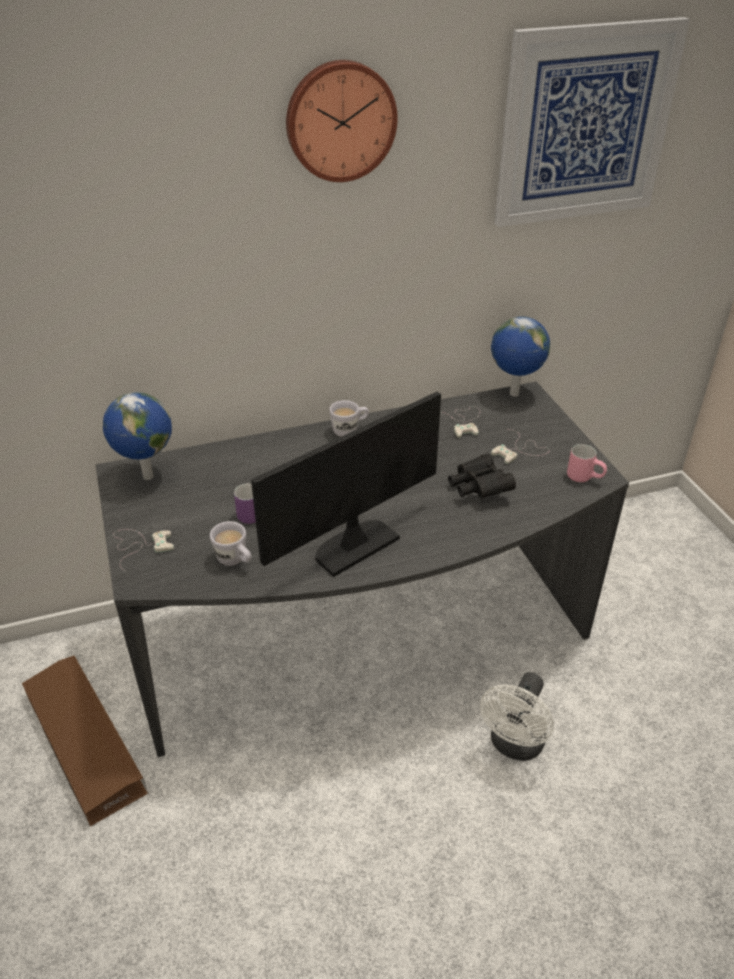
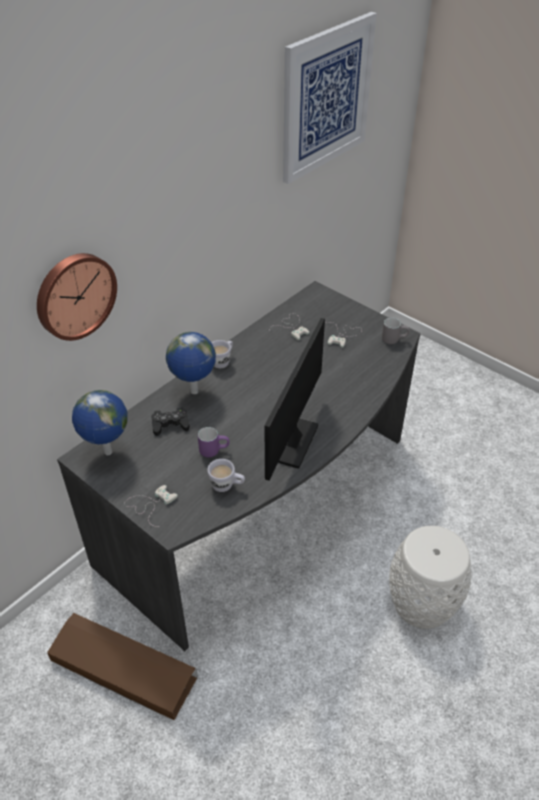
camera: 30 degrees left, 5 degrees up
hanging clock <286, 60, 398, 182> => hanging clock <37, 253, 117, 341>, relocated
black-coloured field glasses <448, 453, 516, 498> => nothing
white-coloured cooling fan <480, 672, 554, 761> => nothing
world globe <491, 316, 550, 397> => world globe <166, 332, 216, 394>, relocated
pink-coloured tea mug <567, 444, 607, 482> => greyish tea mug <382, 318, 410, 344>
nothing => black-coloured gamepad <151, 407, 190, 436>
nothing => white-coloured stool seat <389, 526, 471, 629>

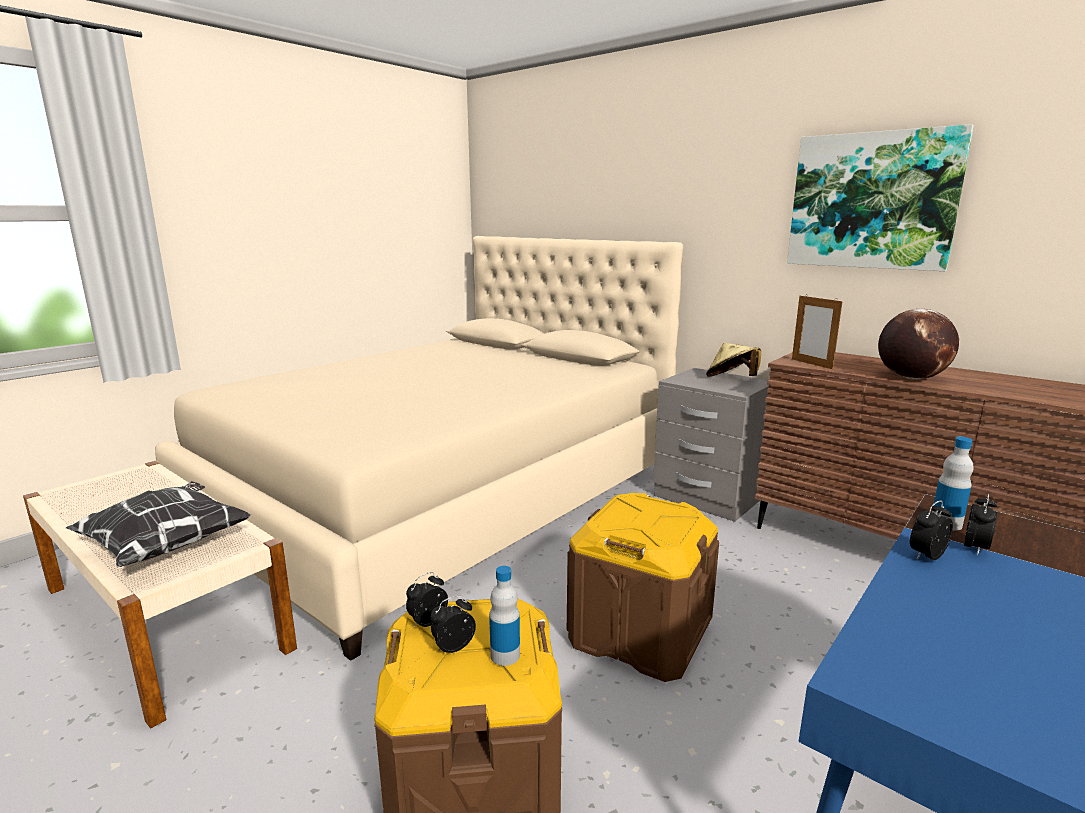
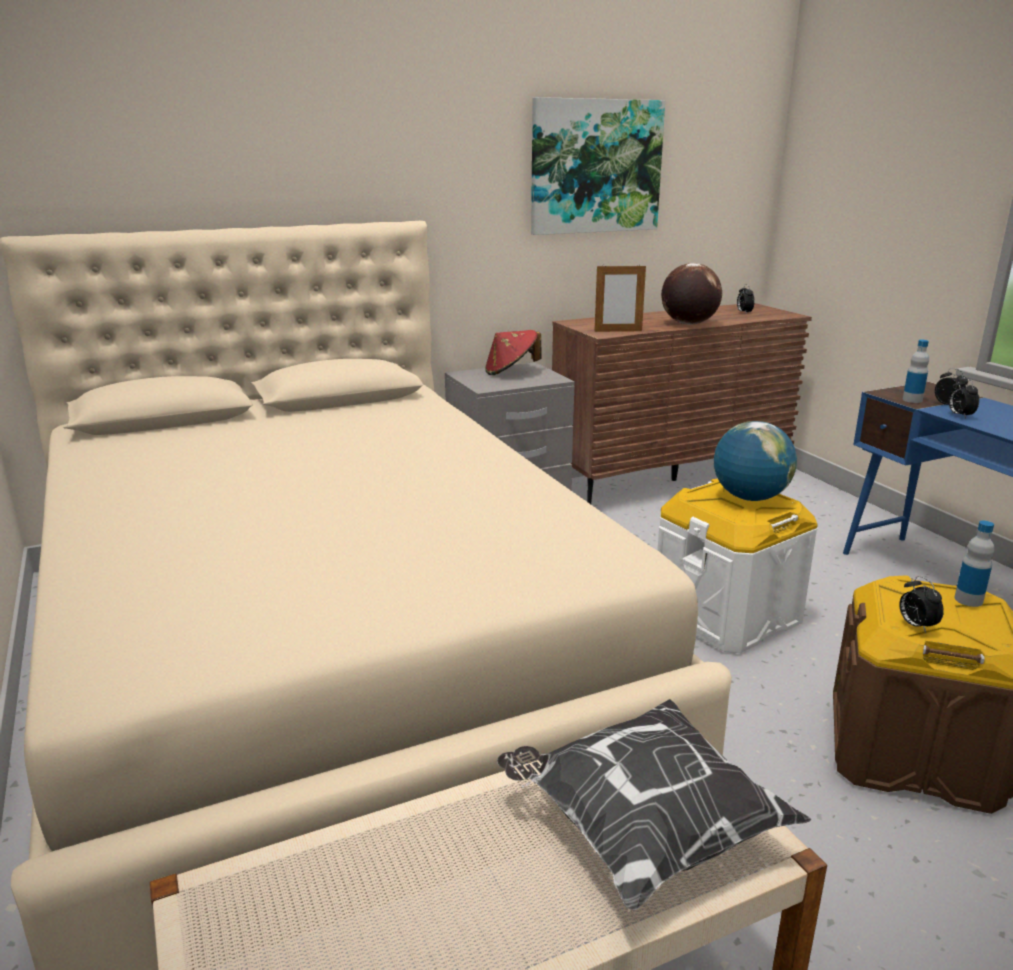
camera: 65 degrees left, 5 degrees up
table clock <431, 595, 476, 653> => table clock <737, 285, 755, 314>, relocated
brown storage box <567, 493, 719, 682> => white-coloured storage box <657, 479, 818, 653>
sand-coloured wearable hat <706, 343, 761, 377> => red wearable hat <485, 330, 541, 375>
nothing => world globe <713, 421, 797, 501>

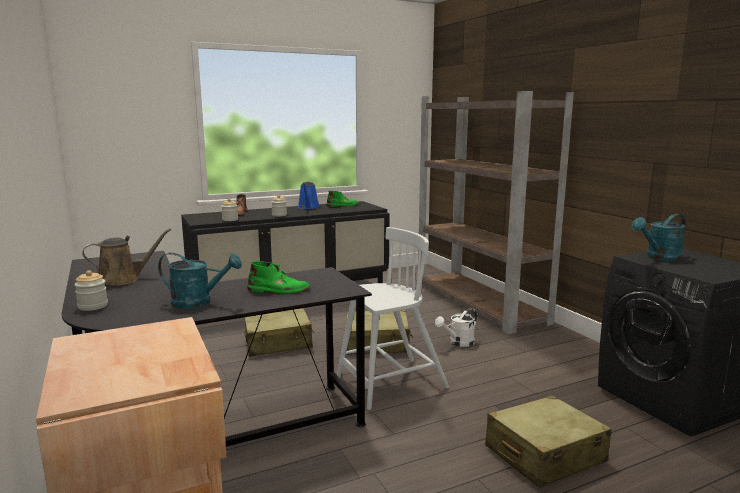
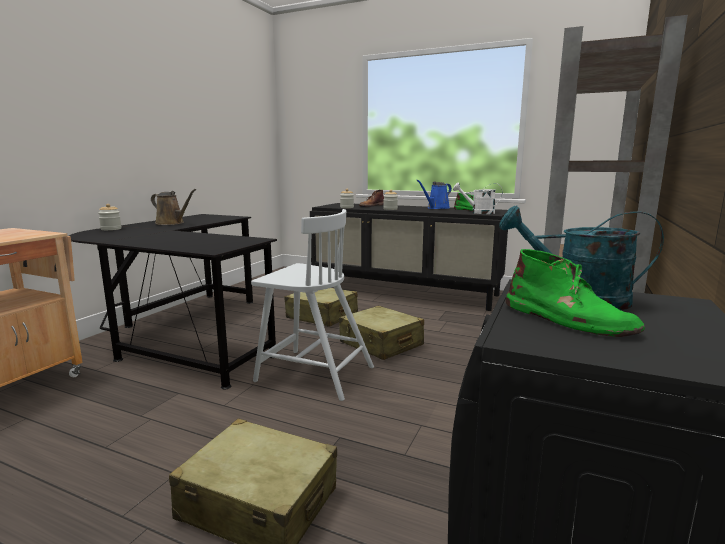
camera: 50 degrees right, 0 degrees up
turquoise-coloured watering can <158, 253, 242, 309> => nothing
green boot <247, 261, 310, 294> => green boot <506, 249, 645, 337>, relocated
white-coloured watering can <435, 308, 477, 347> => white-coloured watering can <453, 182, 502, 214>, relocated

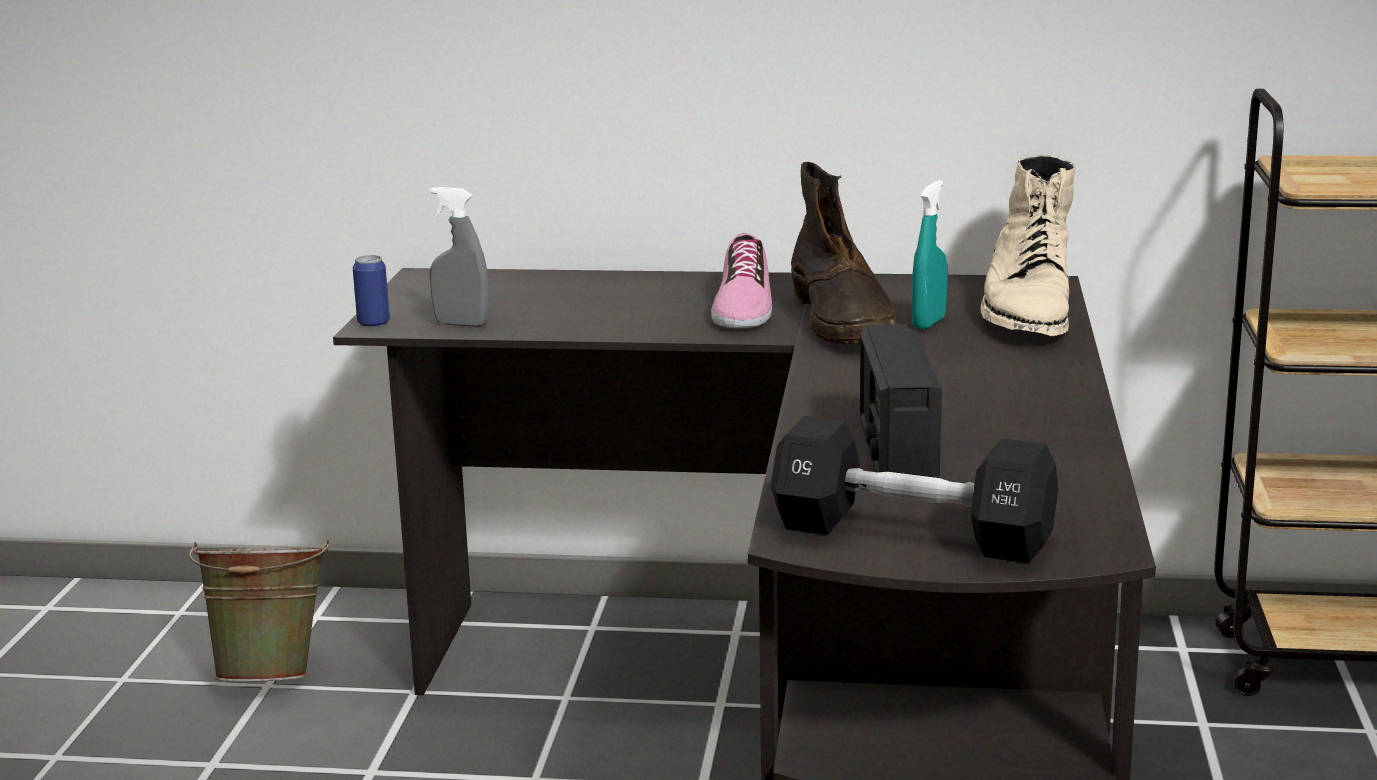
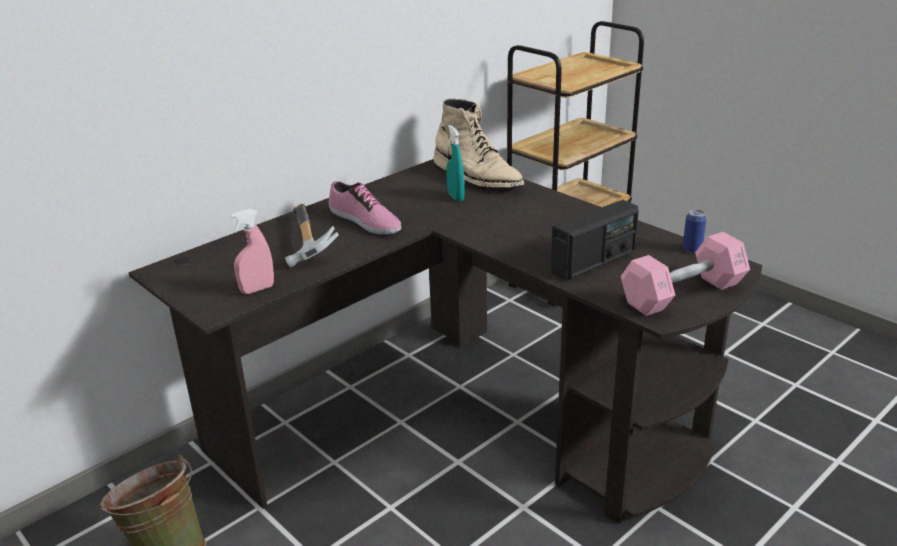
camera: 50 degrees left, 10 degrees up
sealed can <353, 255, 390, 327> => sealed can <683, 209, 707, 253>, relocated
greyish spray bottle <429, 187, 489, 327> => pink-coloured spray bottle <230, 209, 274, 294>
black-coloured dumbbell <771, 416, 1058, 563> => pink-coloured dumbbell <621, 232, 750, 316>
brown boot <791, 162, 898, 344> => nothing
radio <860, 324, 942, 478> => radio <551, 200, 639, 281>, 75 degrees counterclockwise
nothing => hammer <285, 204, 339, 267>

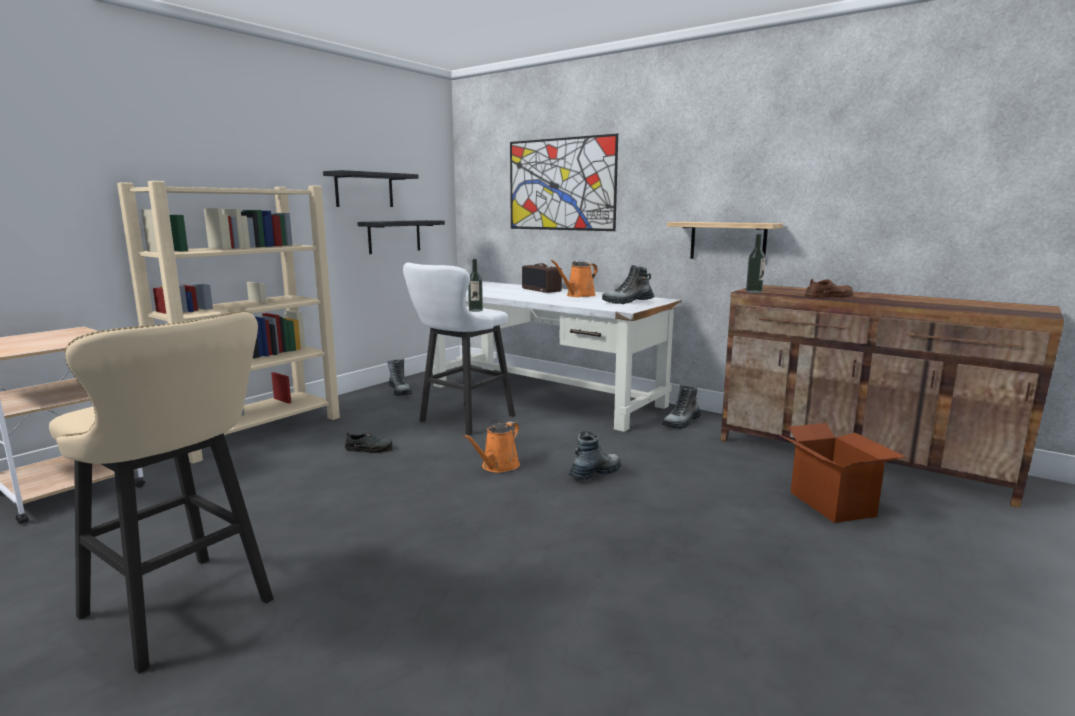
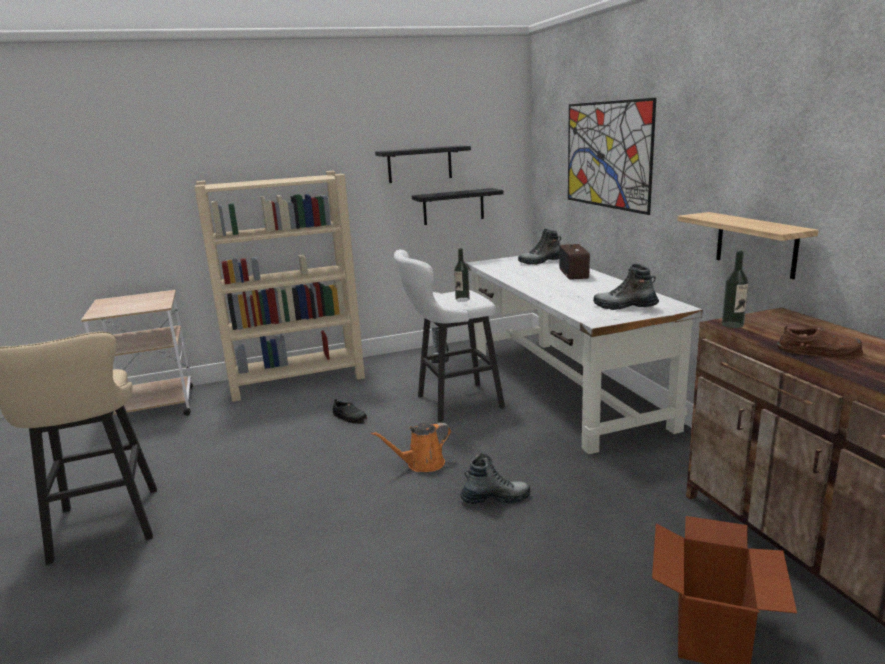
camera: 35 degrees right, 5 degrees up
orange watering can <551, 260, 598, 297> => nothing
boot <662, 385, 701, 429> => boot <518, 229, 561, 265>, relocated

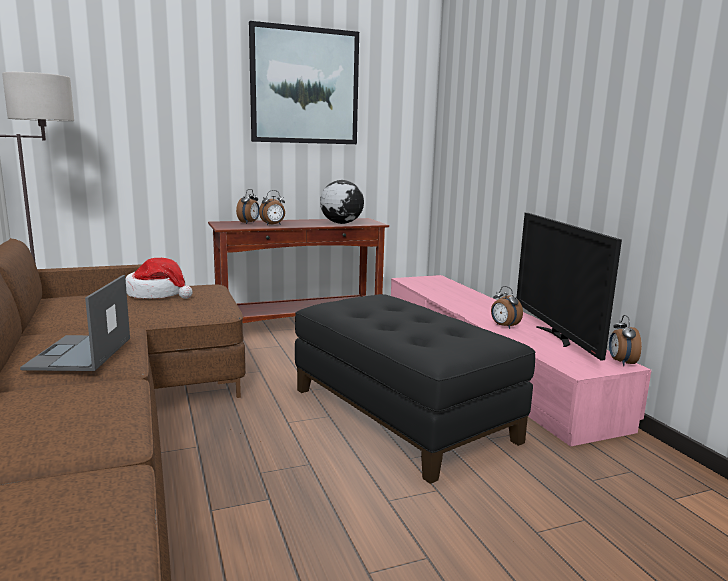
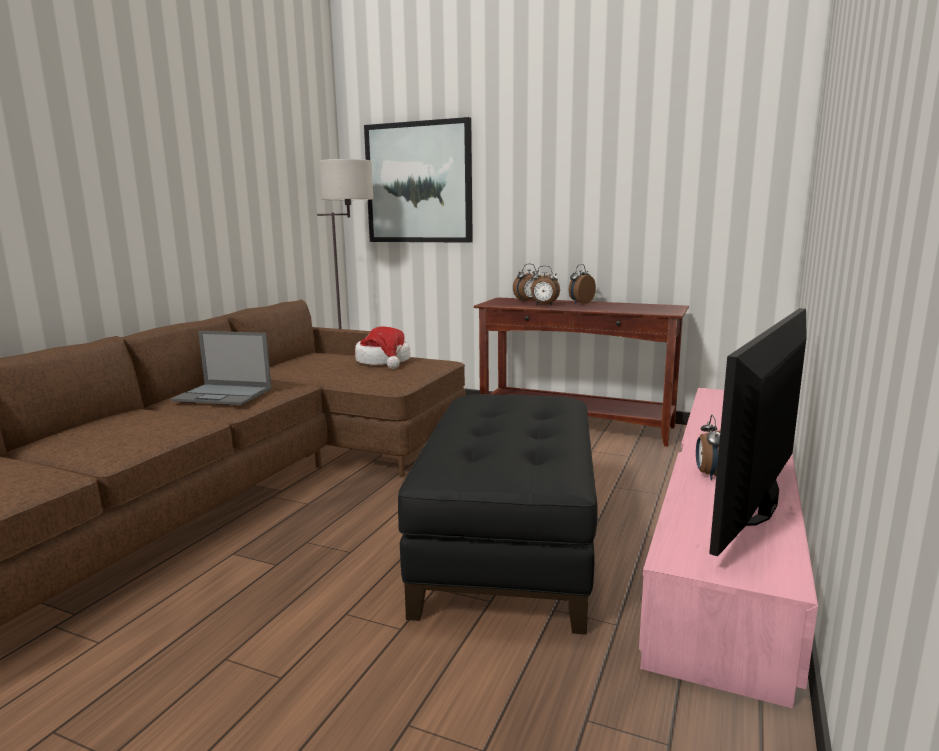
camera: 45 degrees right, 0 degrees up
portable computer <20, 275, 130, 371> => portable computer <170, 331, 272, 405>, 120 degrees counterclockwise
picture <249, 21, 359, 144> => picture <364, 117, 473, 243>, relocated
world globe <320, 180, 364, 224> => nothing
table clock <609, 315, 642, 366> => table clock <568, 264, 596, 304>, relocated

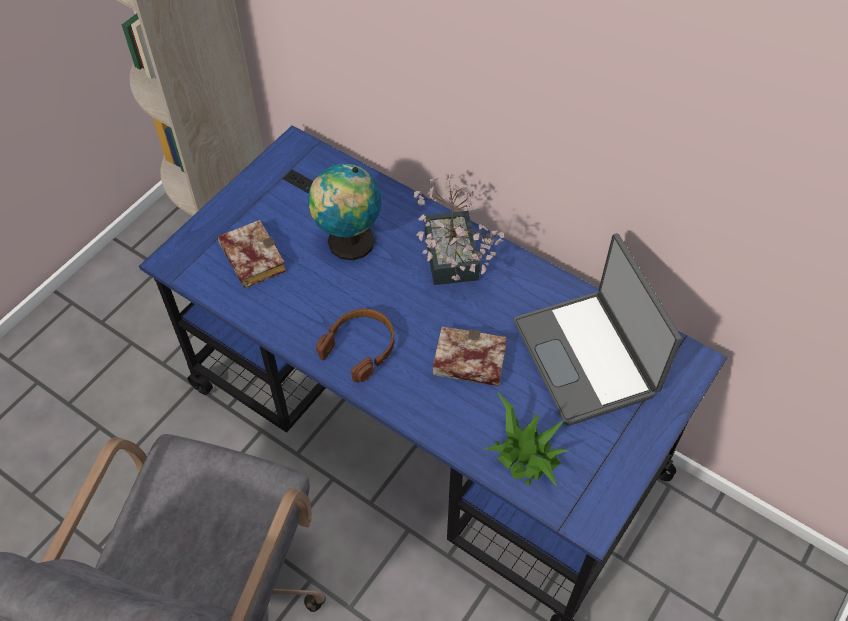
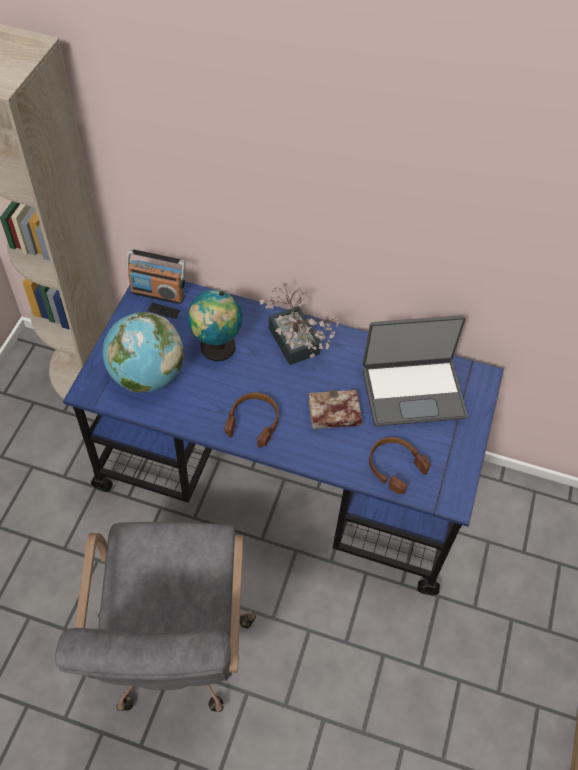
camera: 20 degrees left, 0 degrees up
book <218, 220, 286, 289> => world globe <103, 312, 184, 392>
houseplant <484, 390, 568, 487> => brown headphones <369, 437, 430, 494>
portable computer <514, 233, 682, 426> => portable computer <363, 315, 468, 426>, 60 degrees counterclockwise
nothing => radio <126, 249, 185, 304>

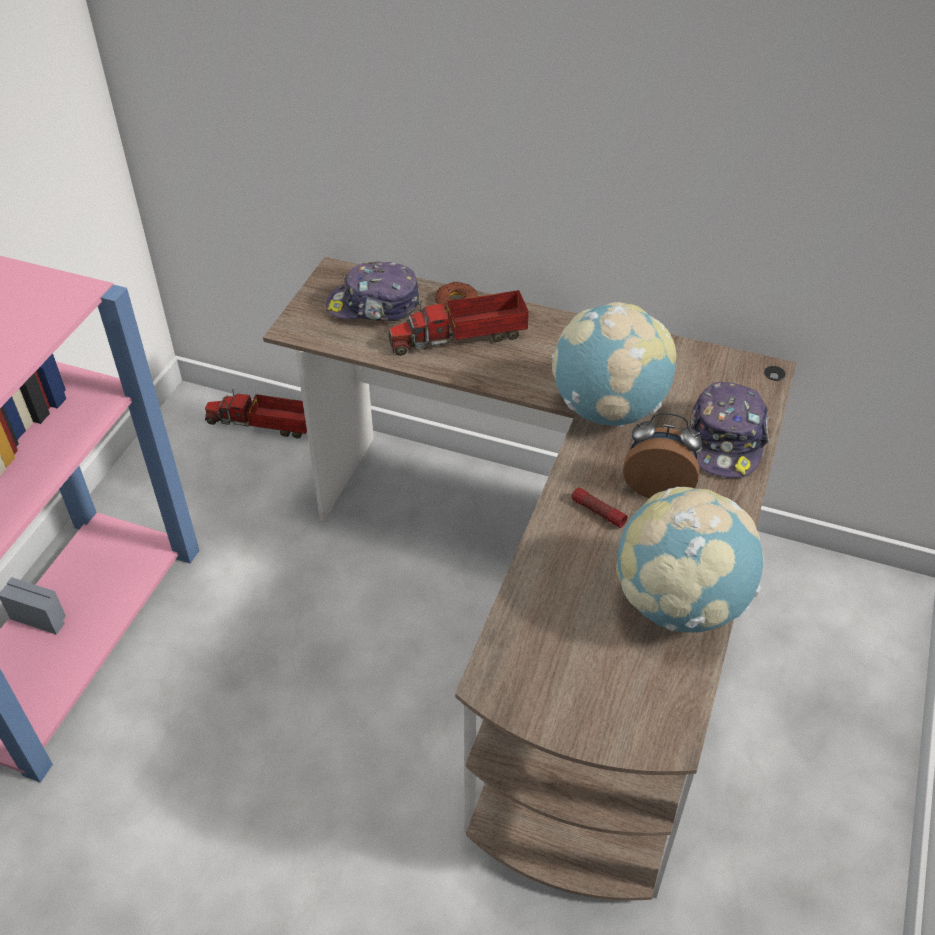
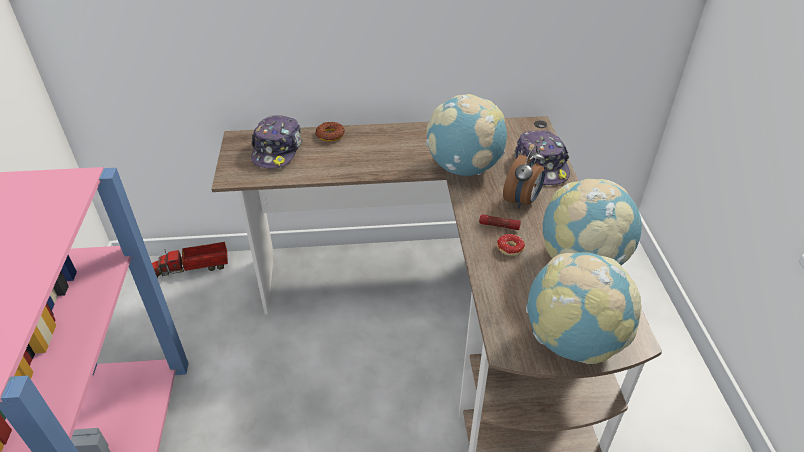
camera: 25 degrees left, 5 degrees down
peaked cap <326, 261, 420, 322> => peaked cap <251, 115, 303, 169>, 60 degrees counterclockwise
toy truck <388, 290, 529, 356> => nothing
table clock <623, 412, 702, 498> => table clock <503, 146, 545, 209>, 135 degrees clockwise
nothing => donut <497, 234, 525, 260>
nothing => world globe <526, 252, 641, 364>

